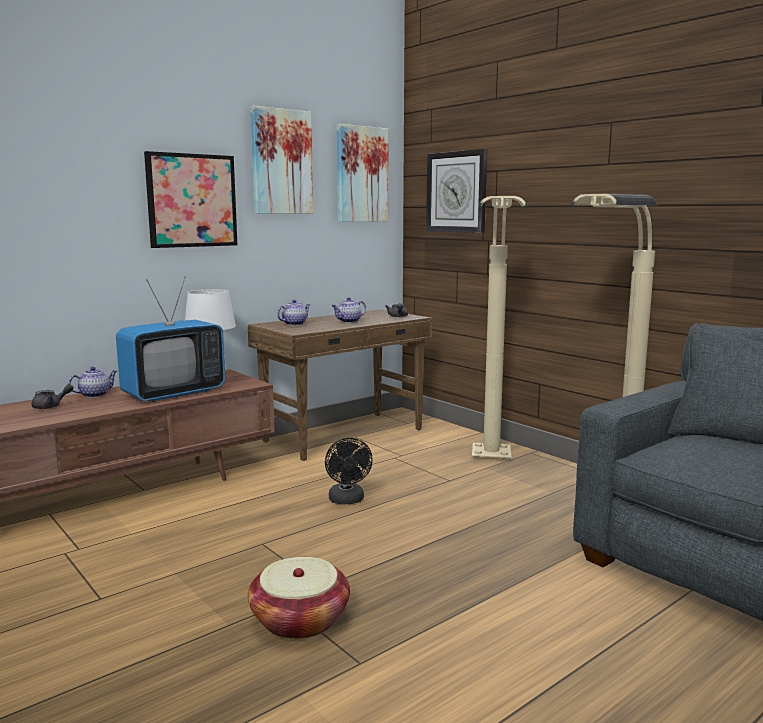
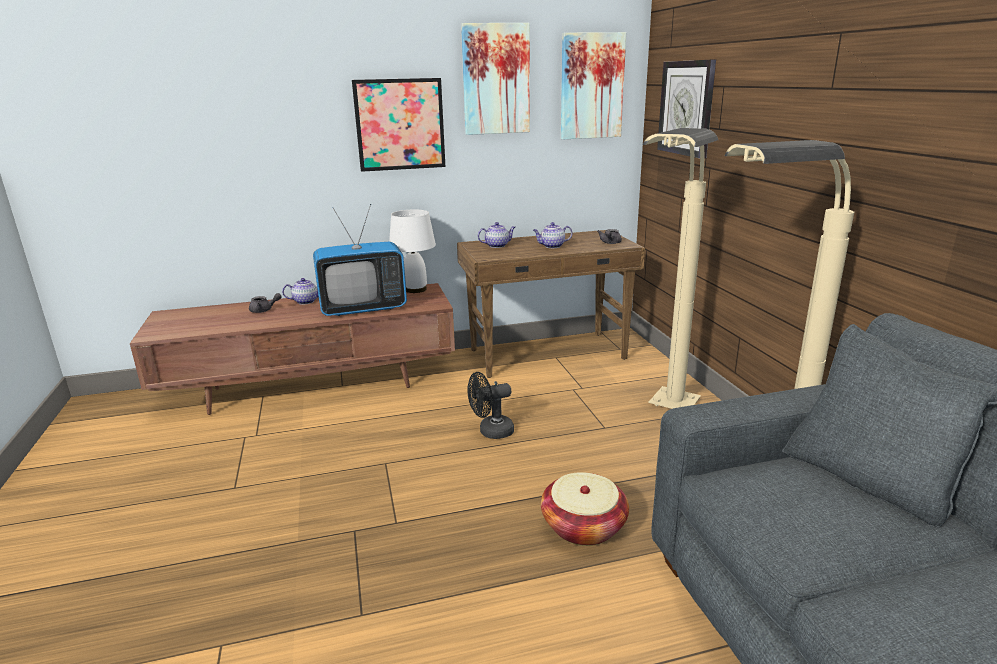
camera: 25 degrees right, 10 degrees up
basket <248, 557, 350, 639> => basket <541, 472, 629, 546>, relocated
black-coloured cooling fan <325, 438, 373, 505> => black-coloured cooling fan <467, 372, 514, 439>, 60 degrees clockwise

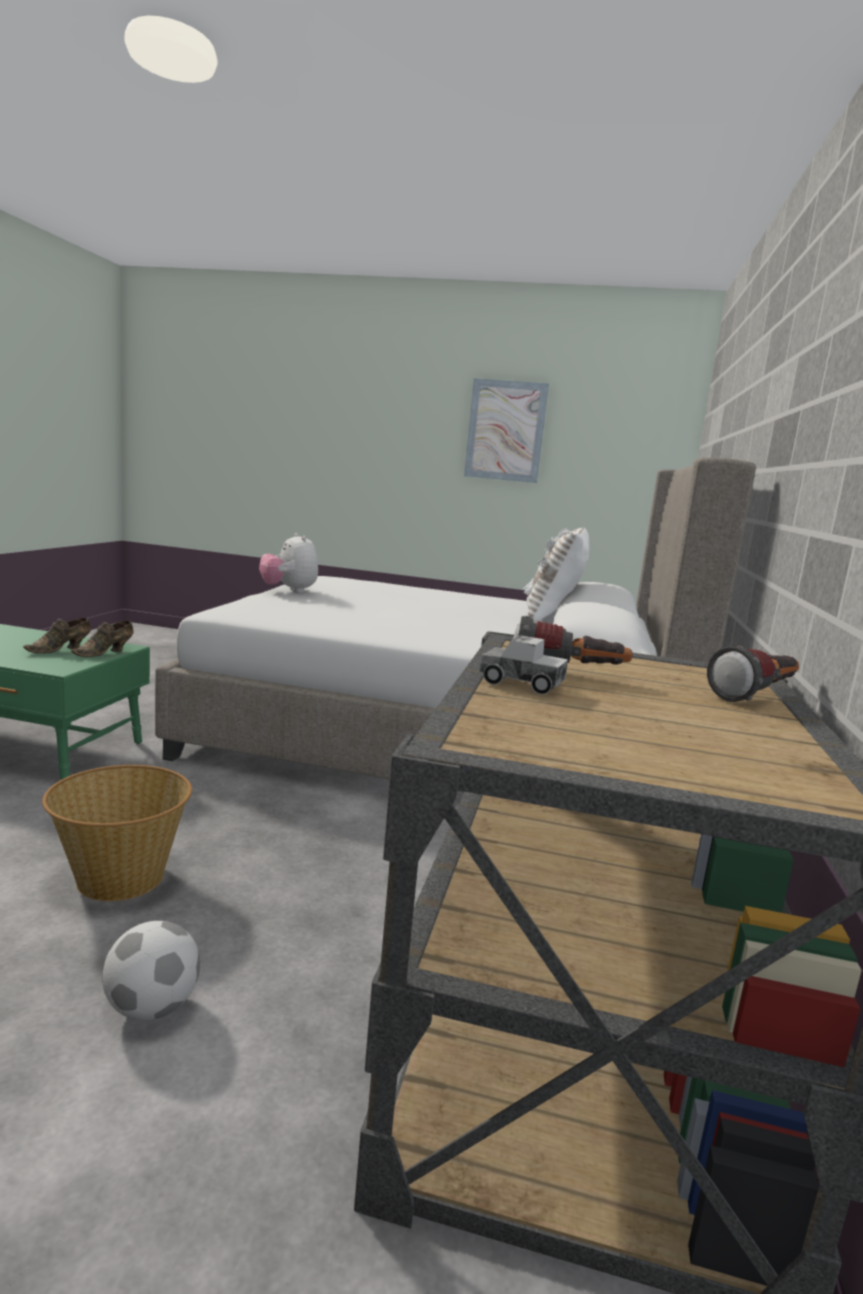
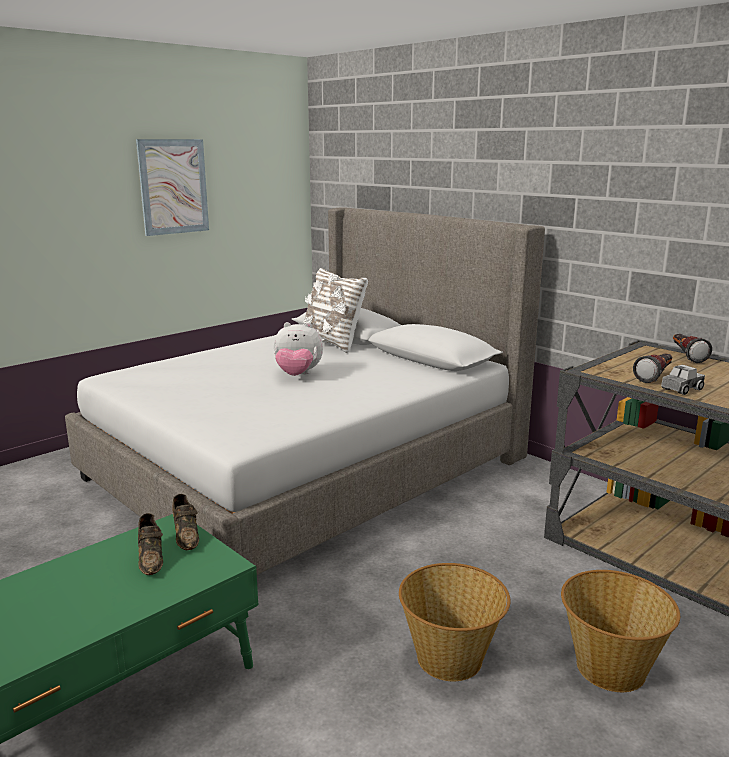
camera: 55 degrees left, 5 degrees up
football <102, 921, 200, 1021> => basket <561, 570, 680, 692>
soft toy <259, 533, 318, 593> => soft toy <274, 322, 323, 376>, relocated

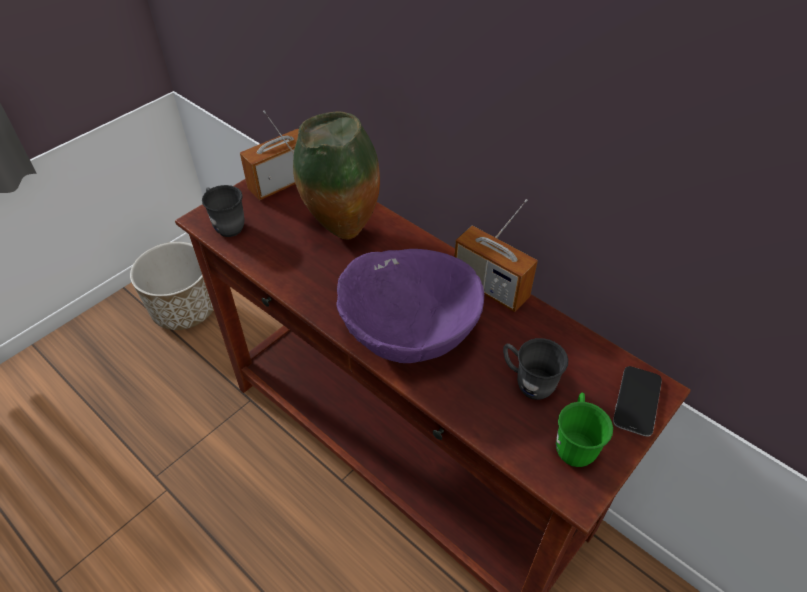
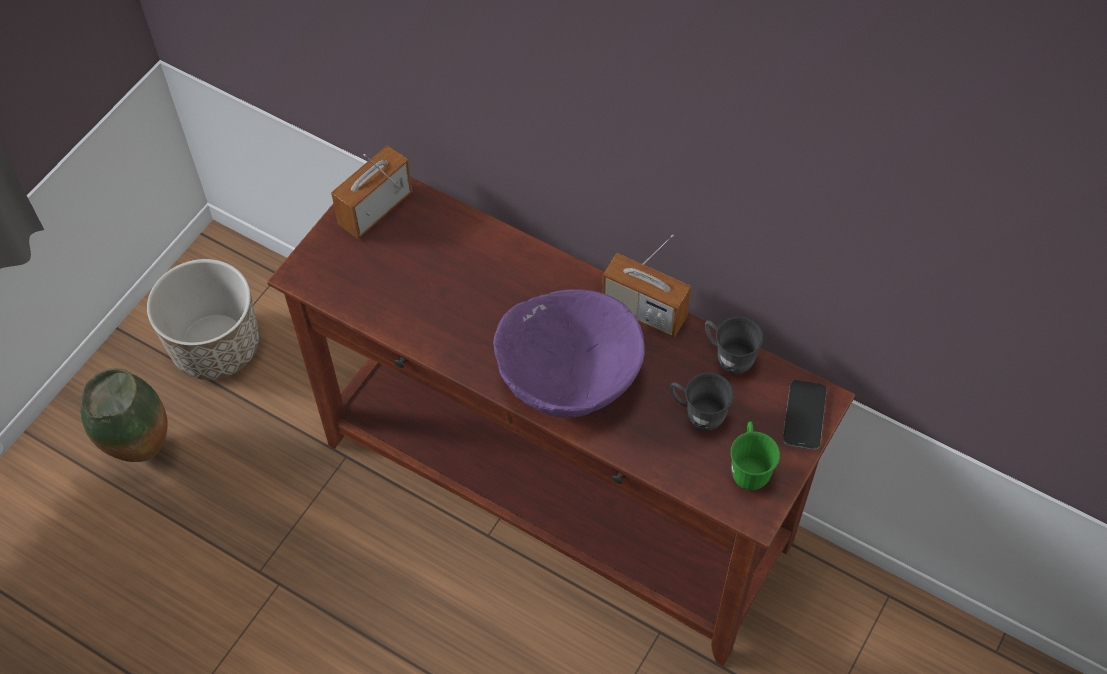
camera: 10 degrees left, 10 degrees up
greyish tea mug <202, 185, 245, 237> => greyish tea mug <705, 317, 763, 374>, relocated
vase <293, 111, 380, 239> => vase <80, 368, 168, 462>, relocated

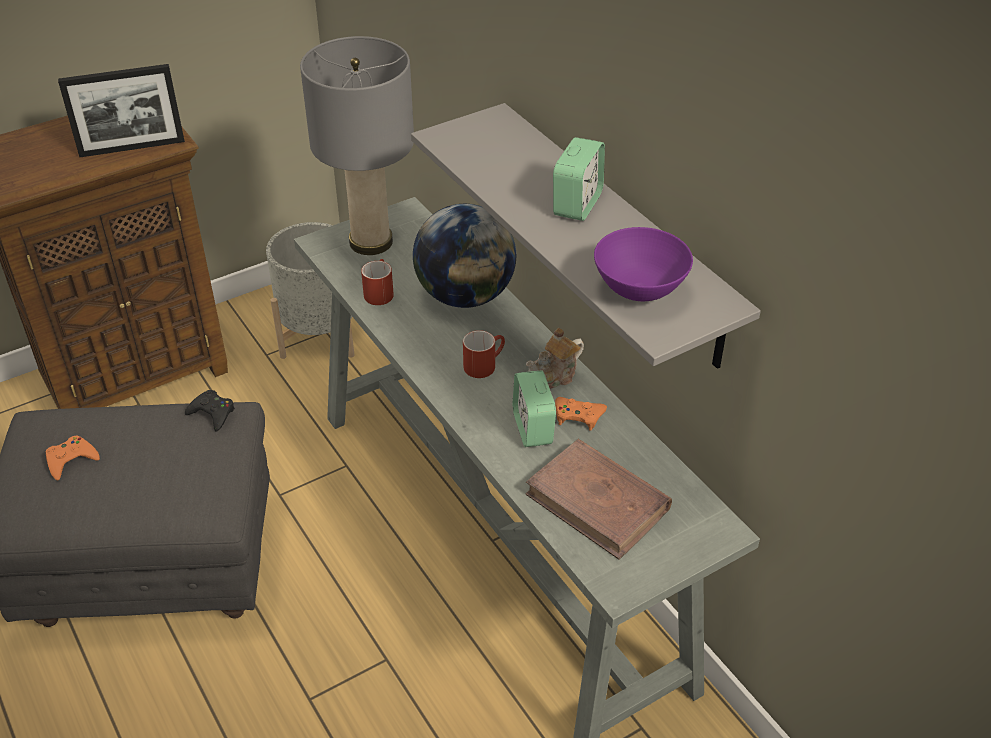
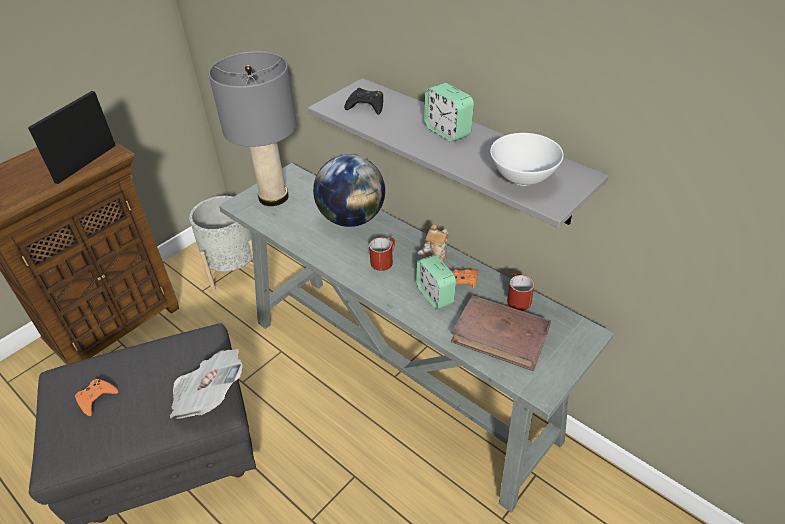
camera: 15 degrees left, 0 degrees up
picture frame <58, 64, 185, 157> => picture frame <28, 91, 116, 184>, 150 degrees clockwise
black-coloured gamepad <185, 390, 235, 431> => black-coloured gamepad <344, 88, 383, 115>, relocated
red tea mug <361, 259, 394, 305> => red tea mug <507, 273, 535, 311>, relocated
table clock <553, 137, 605, 221> => table clock <424, 83, 474, 142>, 135 degrees clockwise
purplish deep dish <594, 227, 693, 301> => white-coloured deep dish <490, 133, 564, 186>
nothing => printed paper <170, 349, 242, 419>

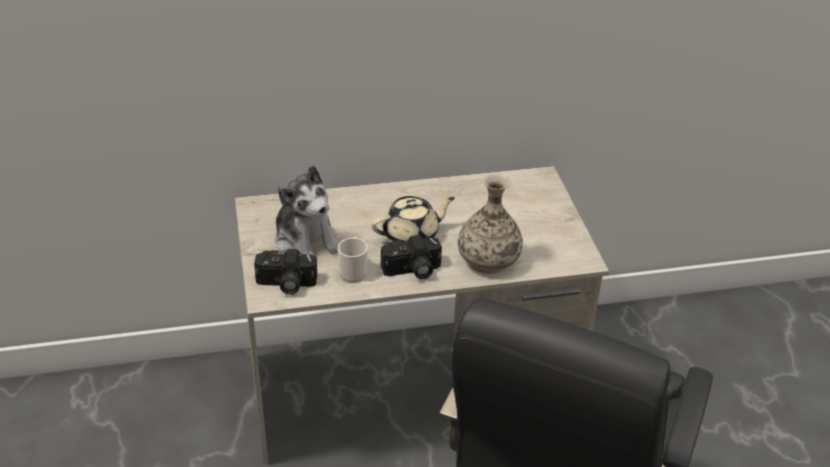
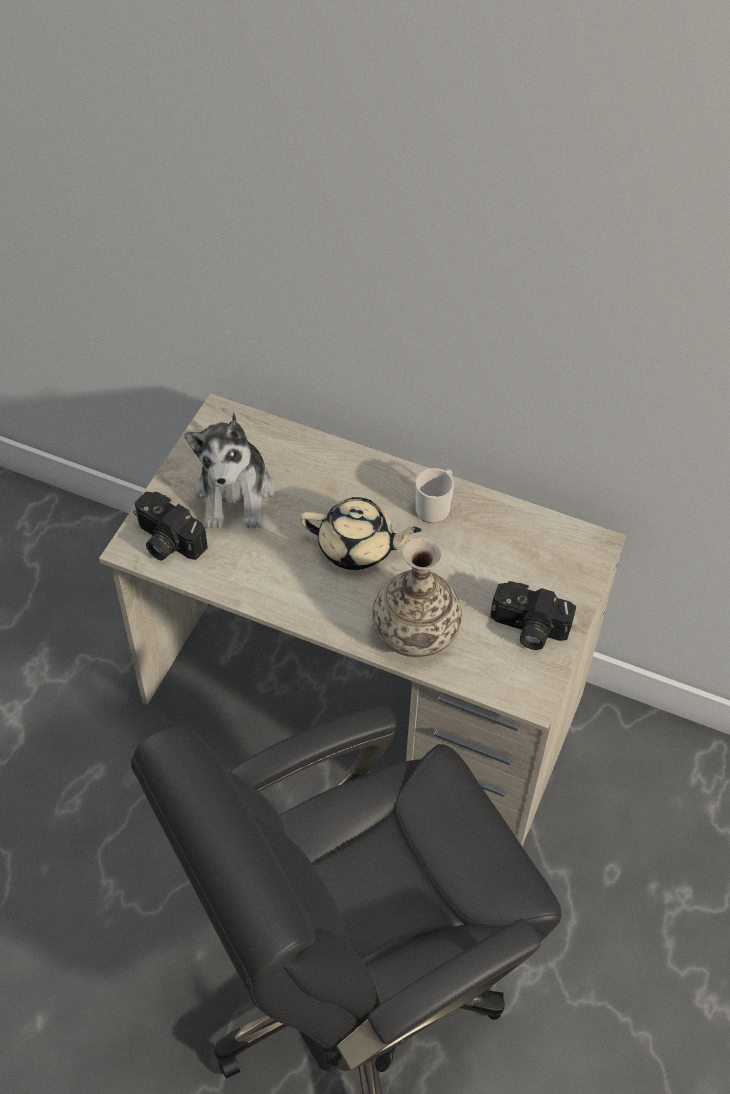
camera: 35 degrees right, 15 degrees up
tea mug <338, 237, 368, 282> => tea mug <416, 468, 454, 523>, relocated
still camera <381, 235, 442, 279> => still camera <490, 581, 576, 650>, relocated

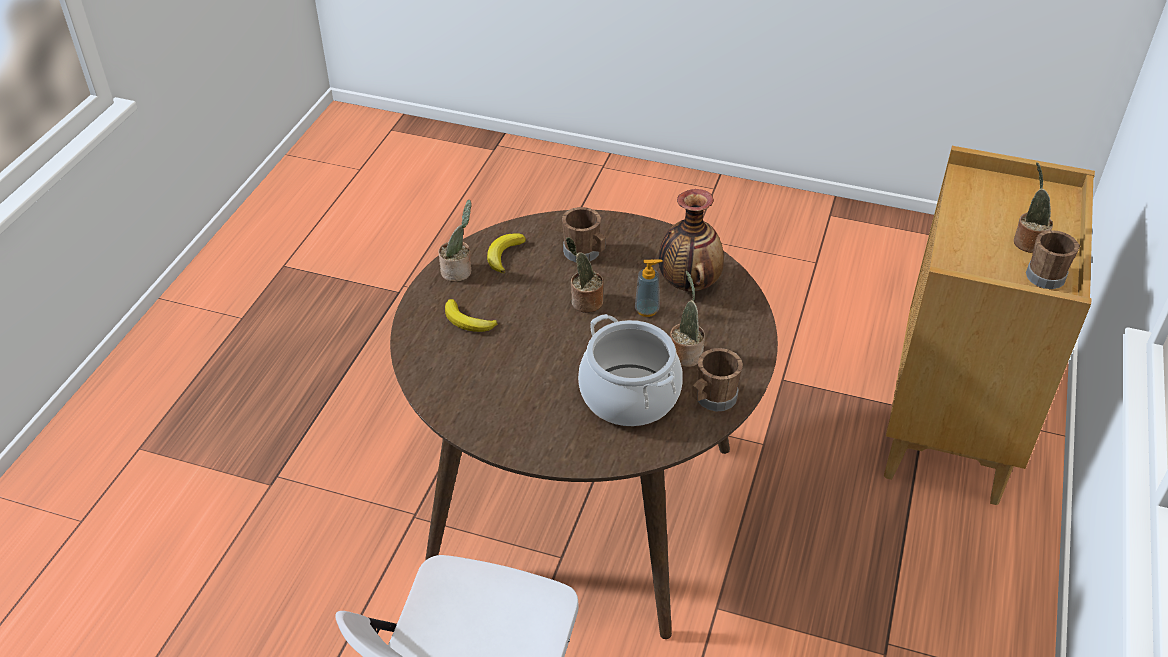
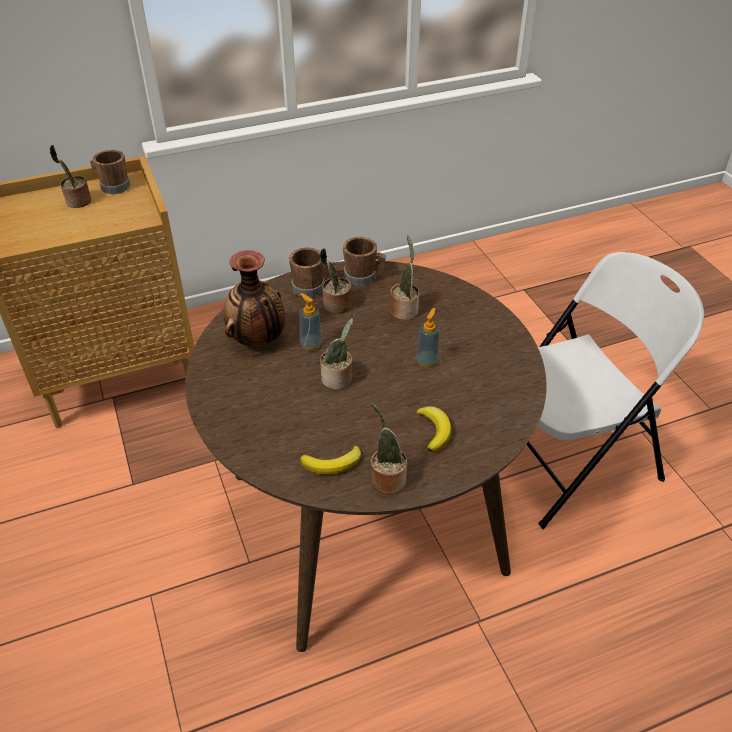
camera: 130 degrees left, 0 degrees up
brown tea mug <562, 207, 606, 262> => brown tea mug <289, 247, 324, 297>, relocated
saucepot <578, 314, 683, 426> => houseplant <390, 235, 419, 320>
nothing => soap bottle <416, 308, 440, 368>

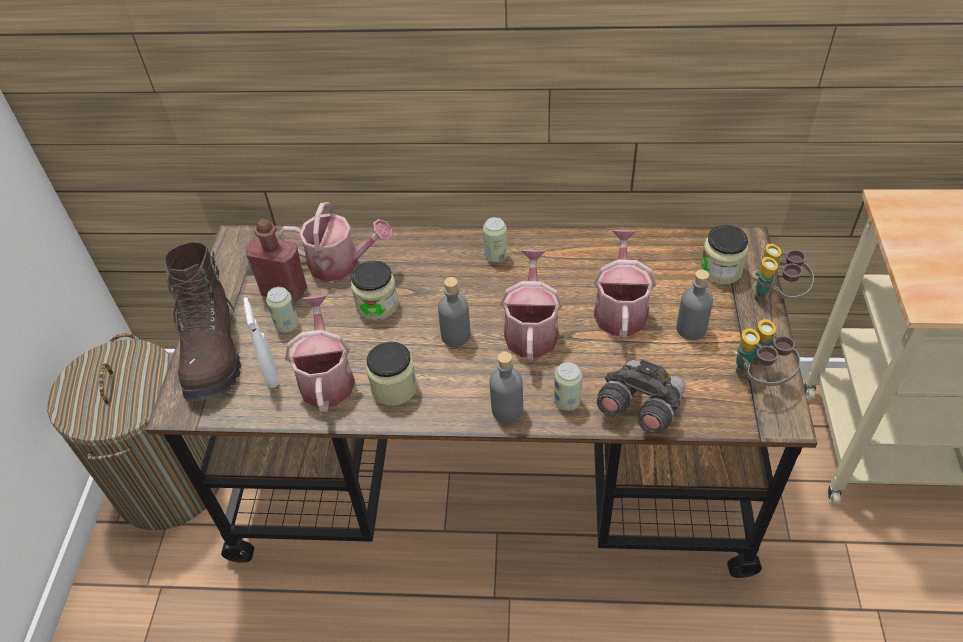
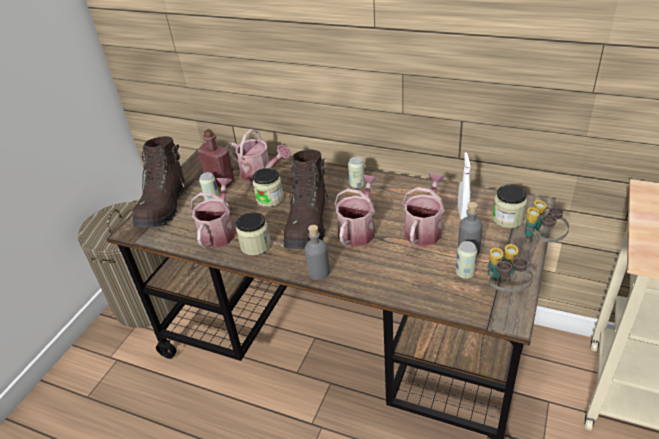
camera: 20 degrees right, 10 degrees down
white-coloured spray bottle <244, 297, 279, 388> => white-coloured spray bottle <458, 152, 471, 220>, relocated
greyish beverage bottle <438, 277, 470, 347> => brown boot <284, 149, 331, 249>
sealed can <554, 362, 582, 411> => sealed can <456, 241, 477, 279>, relocated
greyish field glasses <597, 359, 685, 434> => nothing

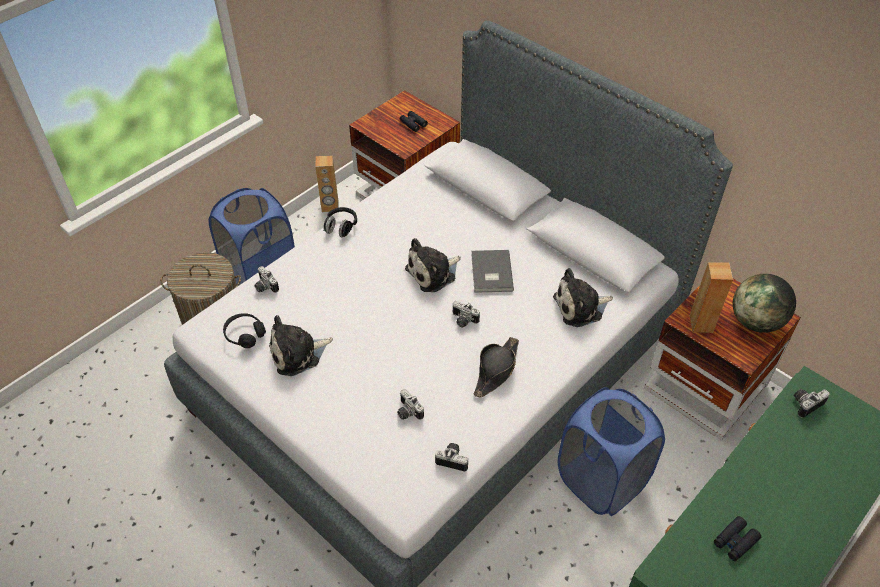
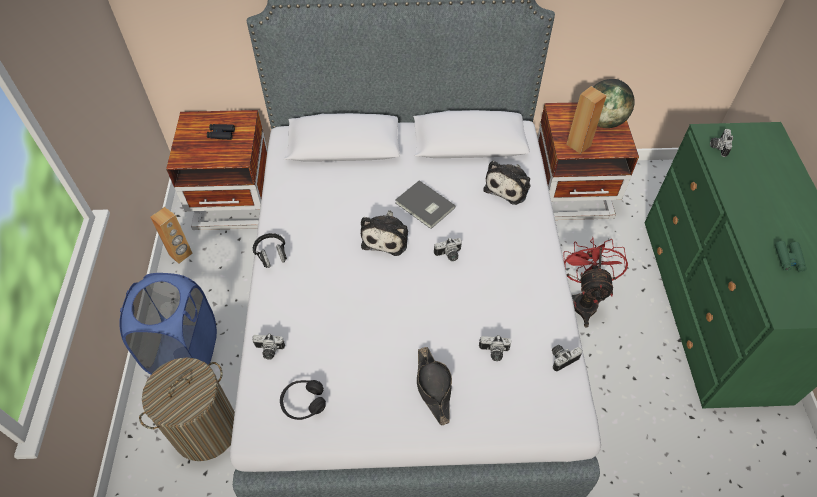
camera: 45 degrees left, 5 degrees up
soft toy <269, 315, 333, 376> => nothing
black-coloured wearable hat <474, 337, 519, 398> => black-coloured wearable hat <417, 347, 452, 425>, relocated
bluish laundry basket <558, 387, 665, 516> => red cooling fan <563, 238, 628, 327>
black-coloured field glasses <714, 516, 761, 561> => green field glasses <775, 241, 807, 272>

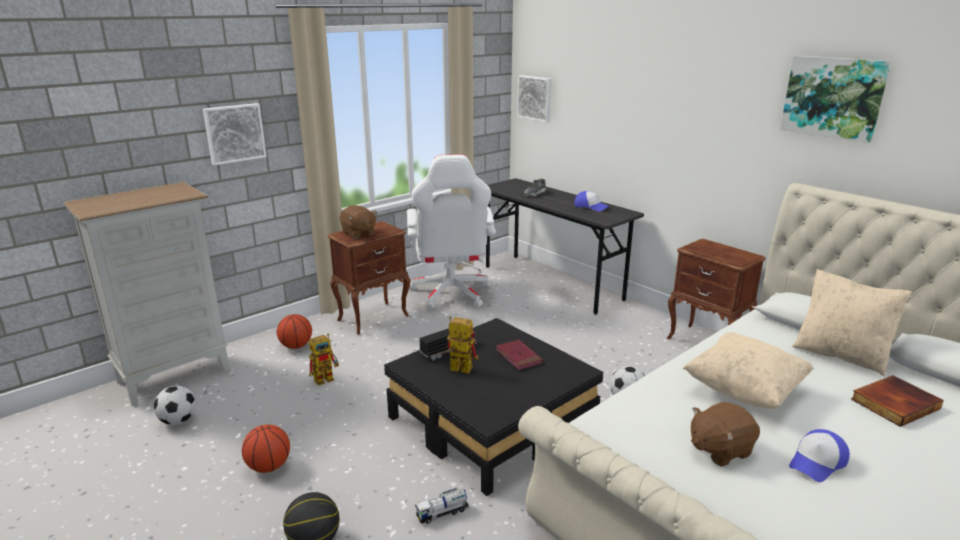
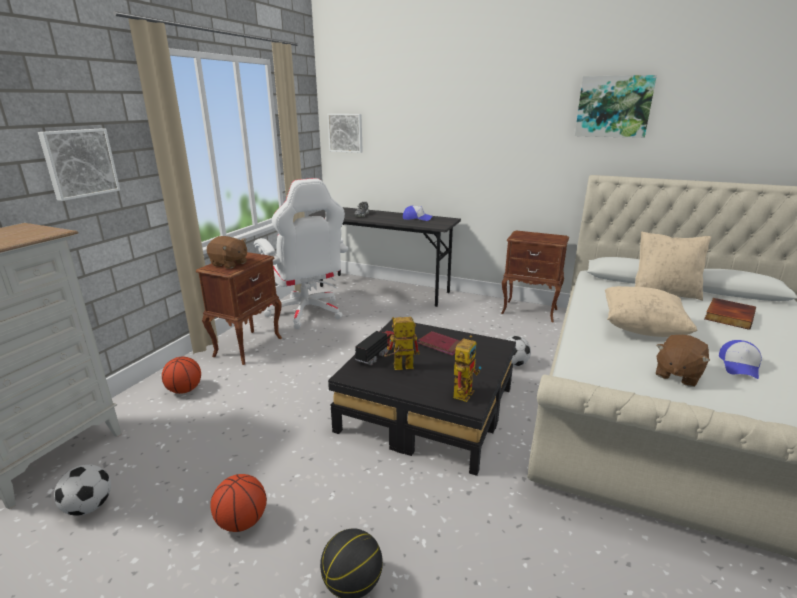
camera: 25 degrees left, 0 degrees up
robot figure <309, 333, 339, 385> => robot figure <453, 335, 481, 402>, relocated
toy truck <415, 488, 469, 524> => nothing

